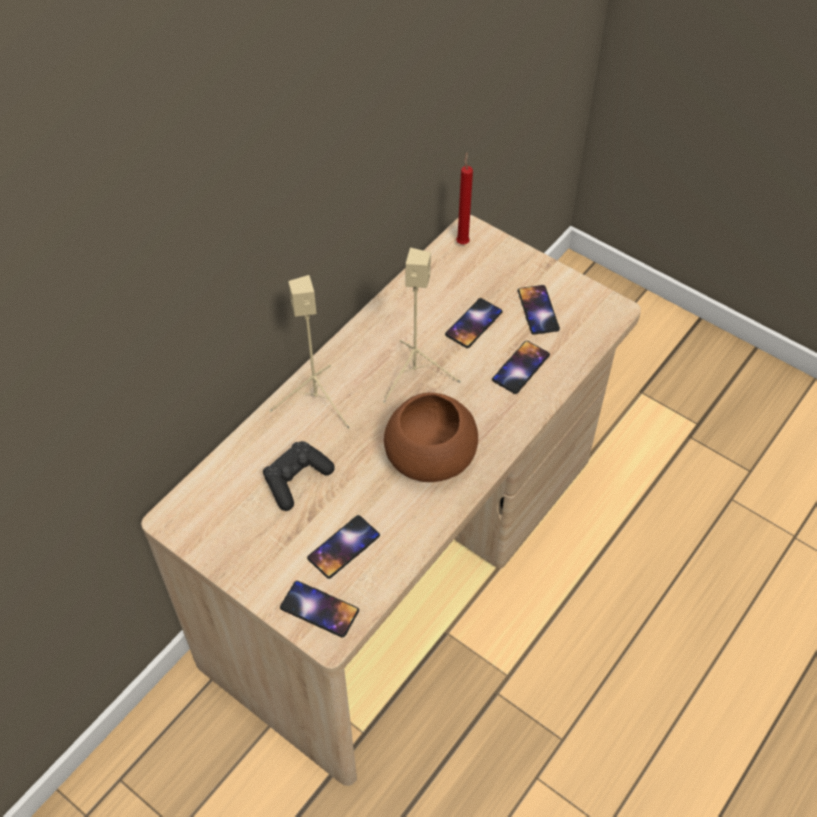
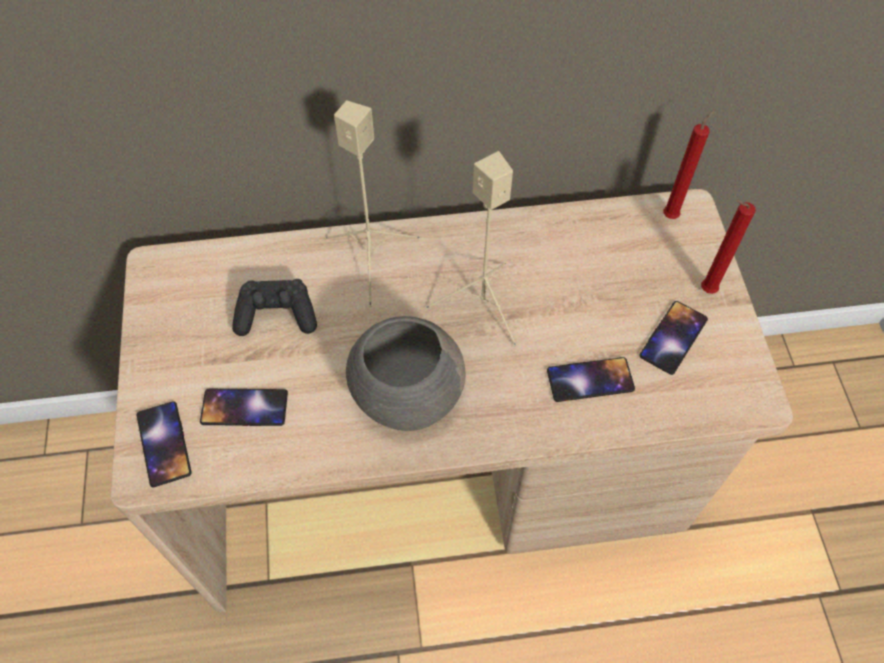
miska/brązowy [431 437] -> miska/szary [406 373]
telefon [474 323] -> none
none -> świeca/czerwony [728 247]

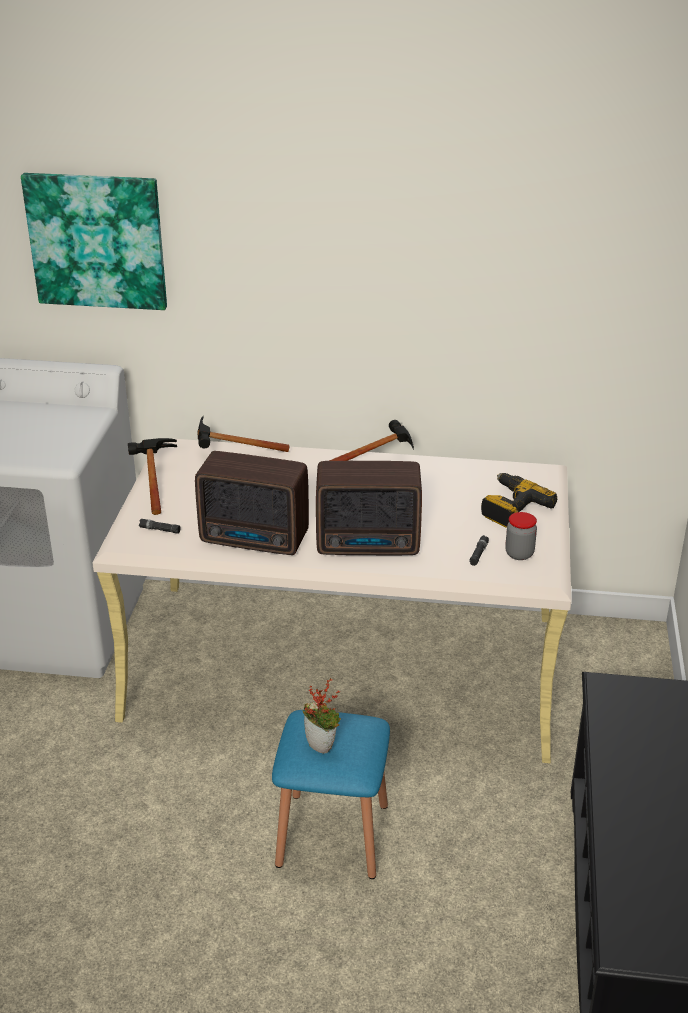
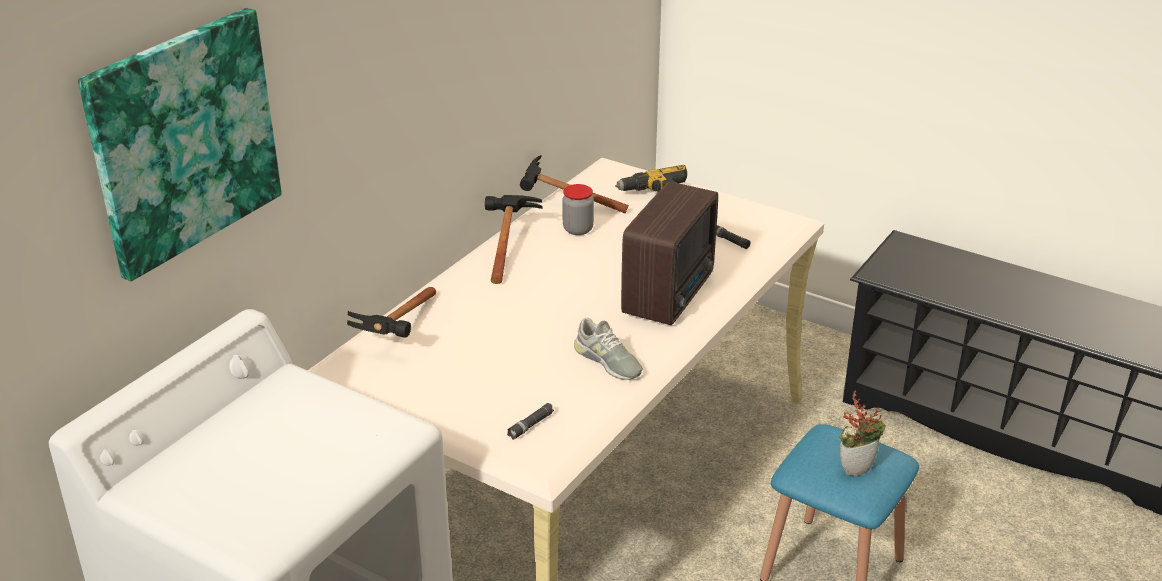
młotek [152 476] -> młotek [574 184], relocated
radio [252 503] -> but/szary [608 348]
słoik [521 536] -> słoik [578 209], relocated

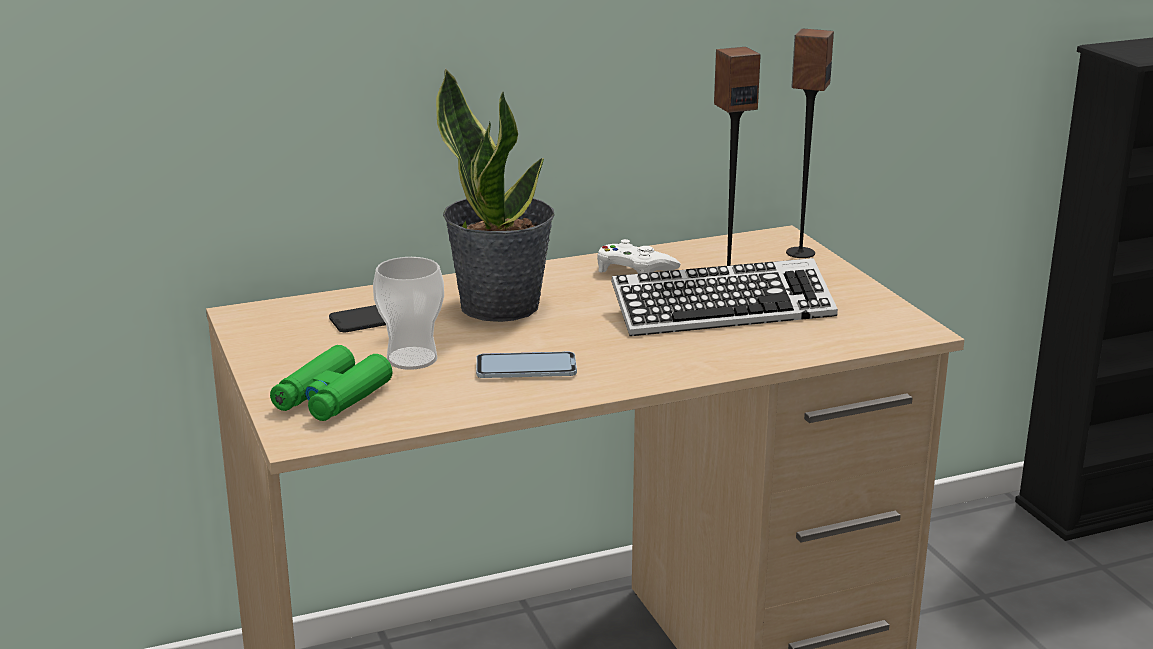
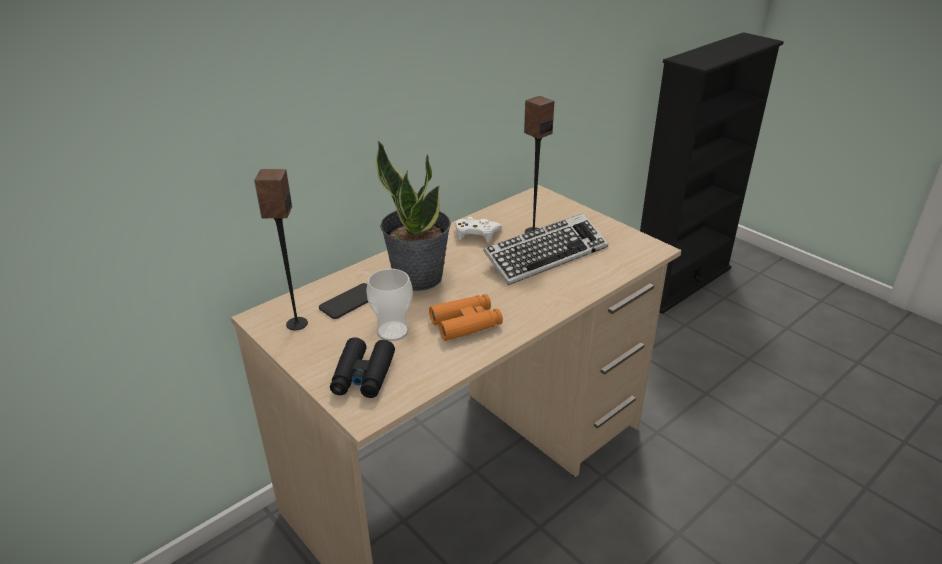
lornetka/zielony [331 383] -> lornetka/czarny [362 367]
telefon [526 365] -> lornetka/pomarańczowy [466 317]
głośnik [810 143] -> głośnik [281 249], relocated

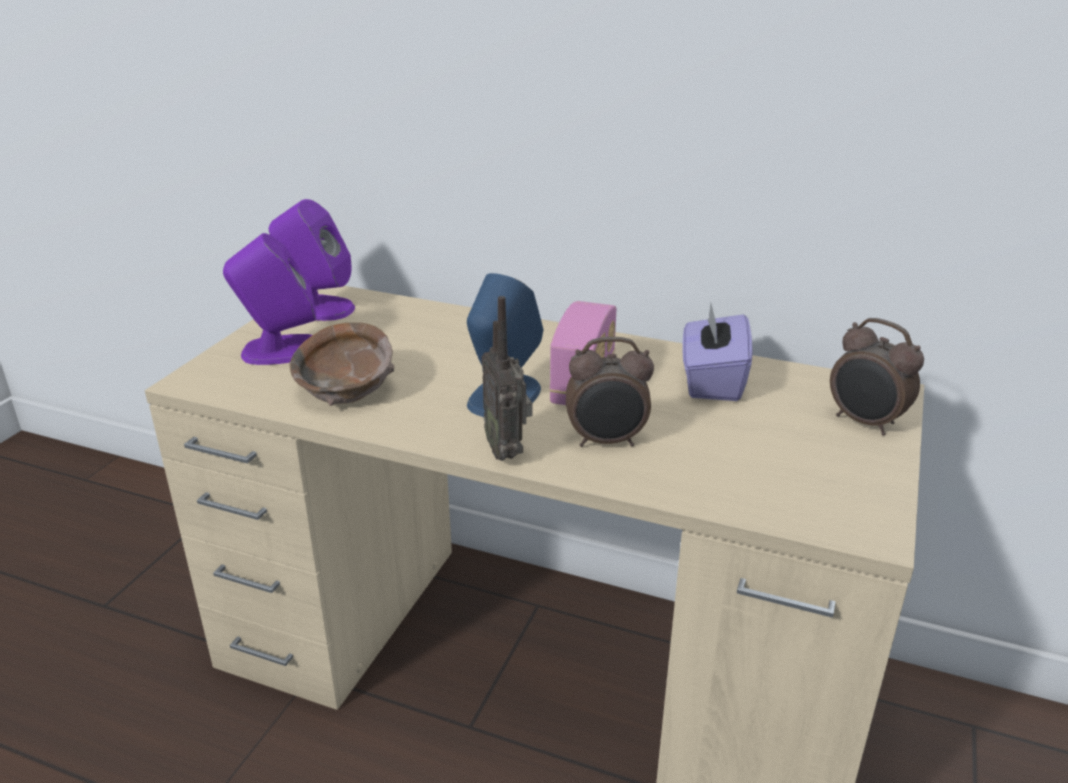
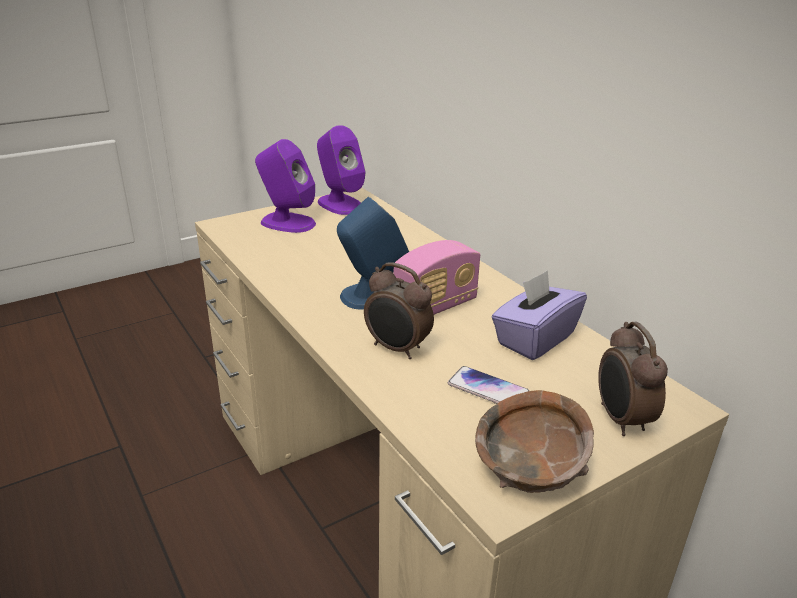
miska/brązowy [341 364] -> miska/brązowy [534 441], relocated
radio [507 378] -> none
none -> telefon [489 385]

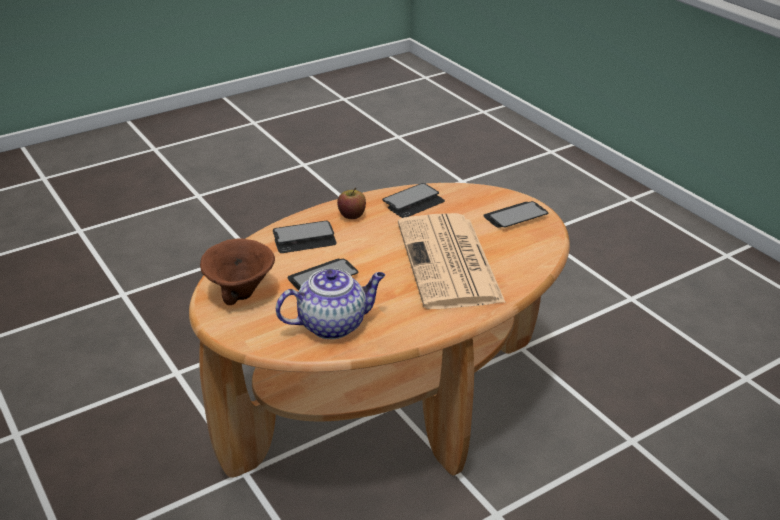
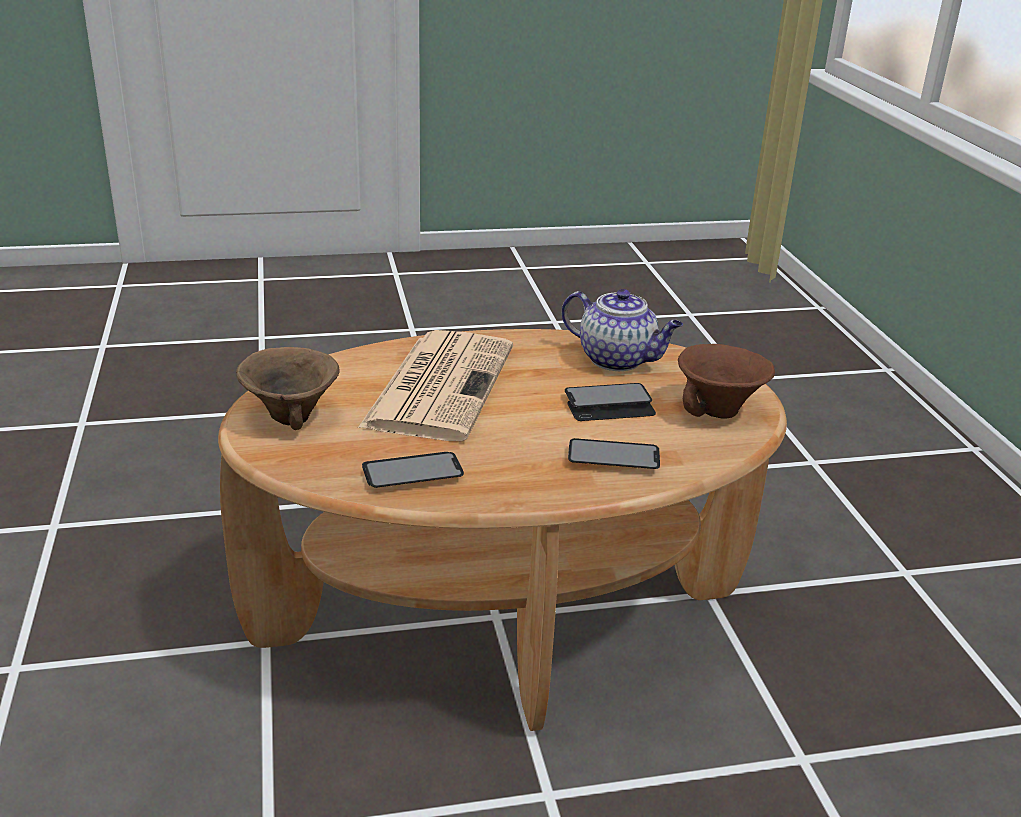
imbryk [330 303] -> imbryk [622 330], 150 degrees counterclockwise
jabłko [351 203] -> none
telefon [516 214] -> miska/brązowy [288 388]

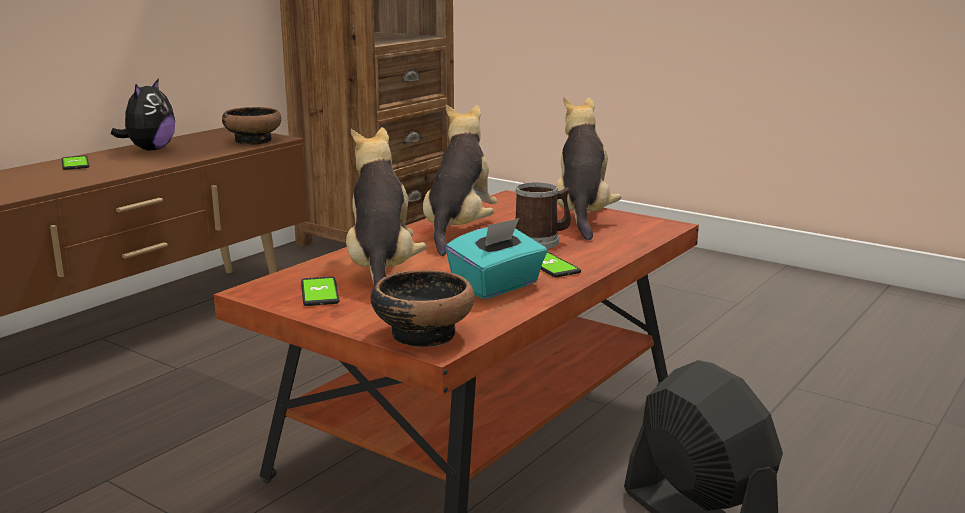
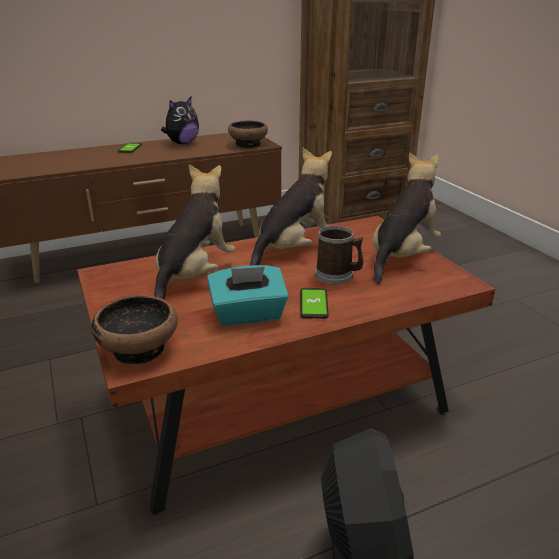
telefon [320 291] -> none

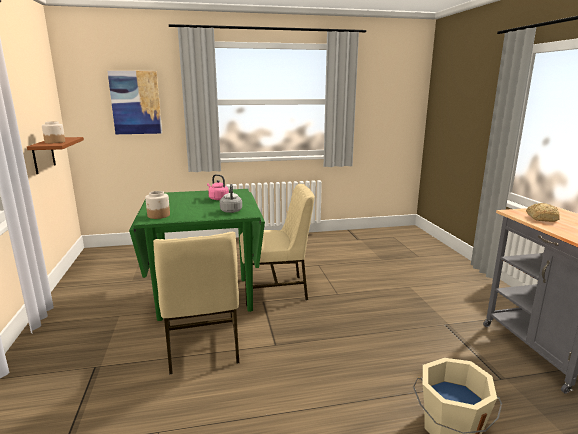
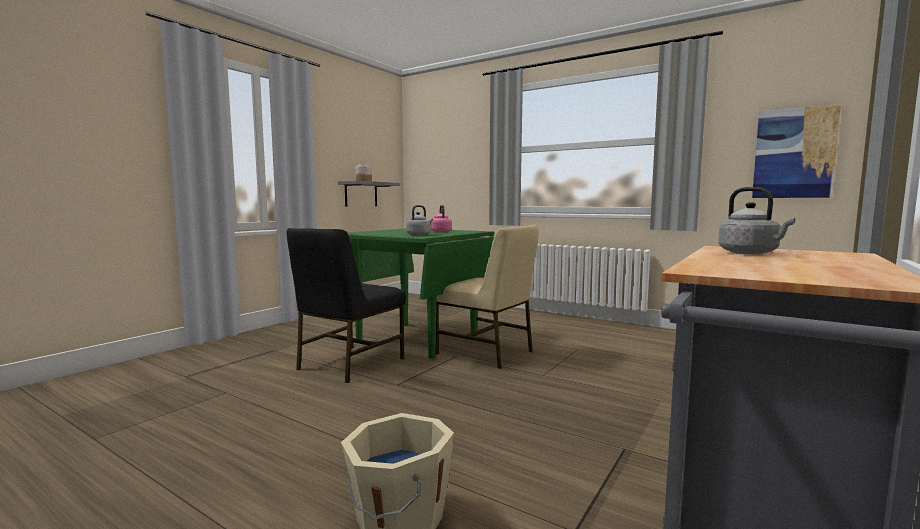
półka/brązowy [55 155] -> półka/szary [369 194]
obraz [134 102] -> obraz [796 151], relocated
słoik [157 205] -> none
krzesło/beżowy [196 303] -> krzesło/czarny [346 305]
chleb [543 212] -> czajnik/szary [756 220]

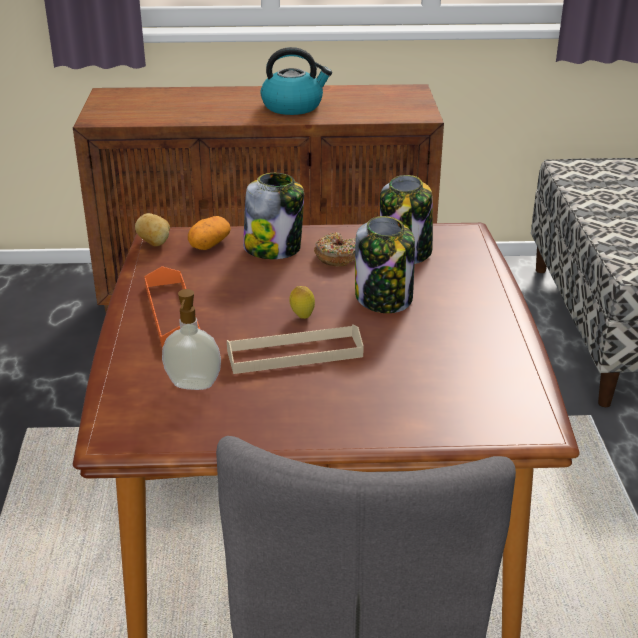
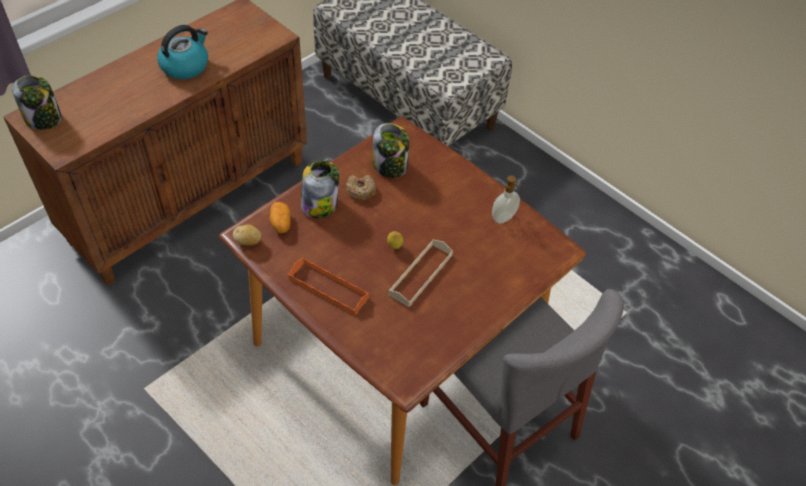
dozownik mydła [191 339] -> dozownik mydła [506 199], relocated
słoik [385 264] -> słoik [37 102], relocated

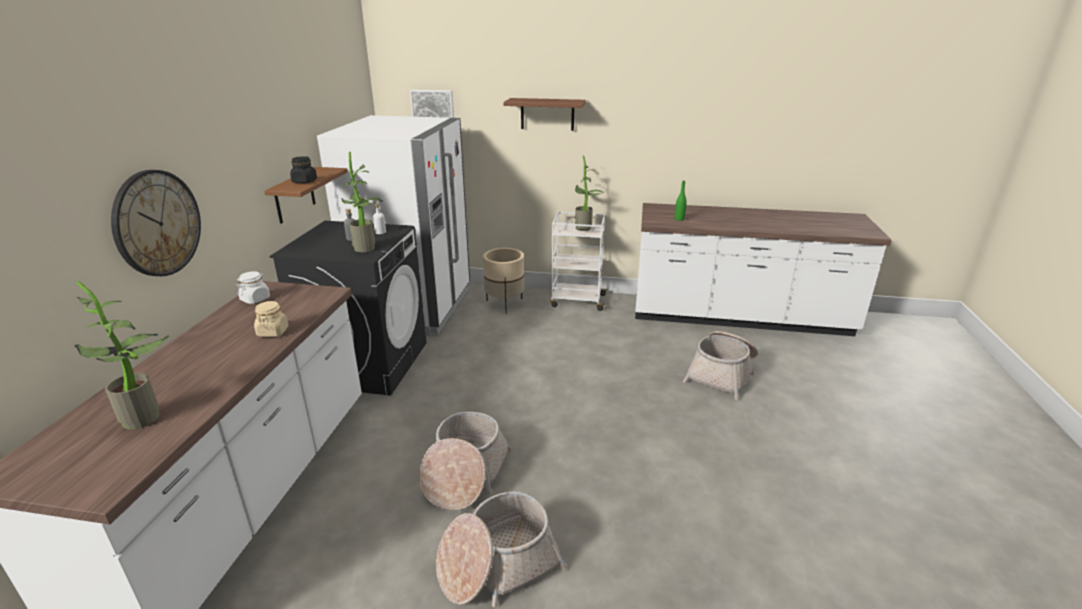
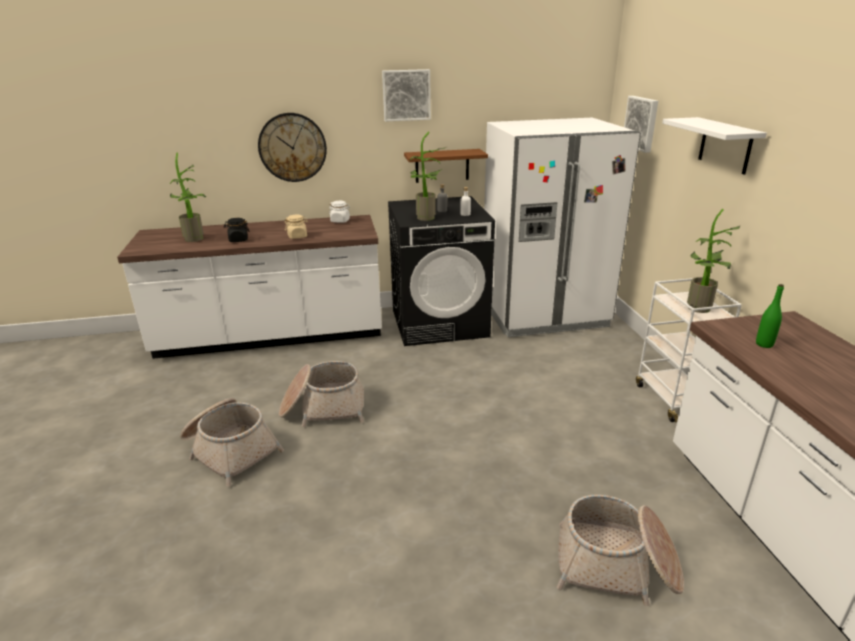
słoik/czarny [303 169] -> słoik/czarny [237 230], relocated
donica/beżowy [503 281] -> none
półka/brązowy [544 114] -> półka/biały [714 145]
none -> obraz [406 95]

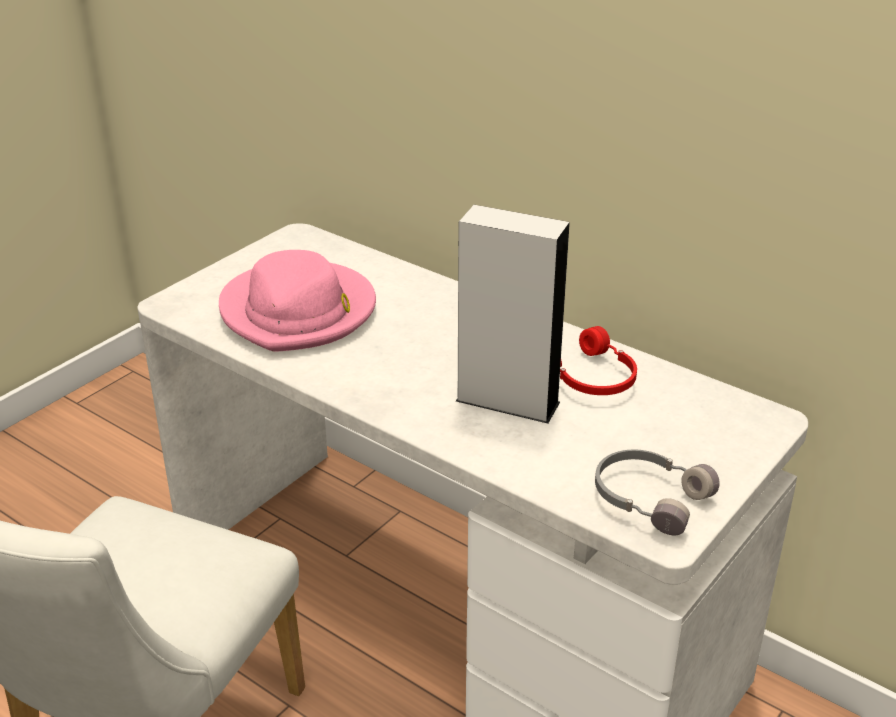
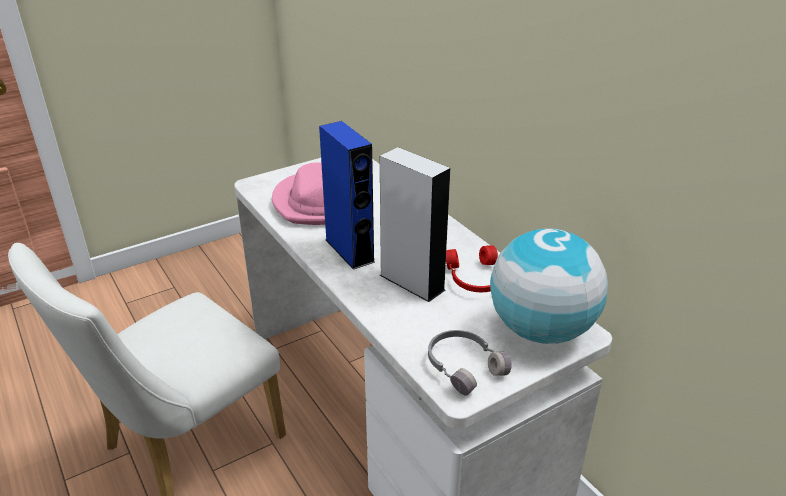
none -> głośnik/niebieski [347 195]
none -> globus [549 286]

